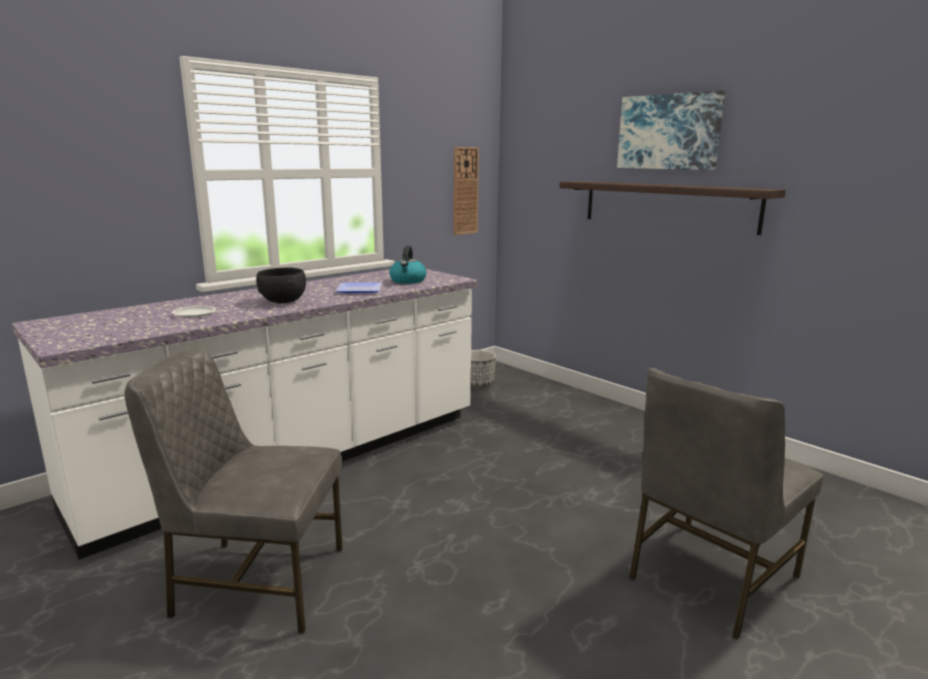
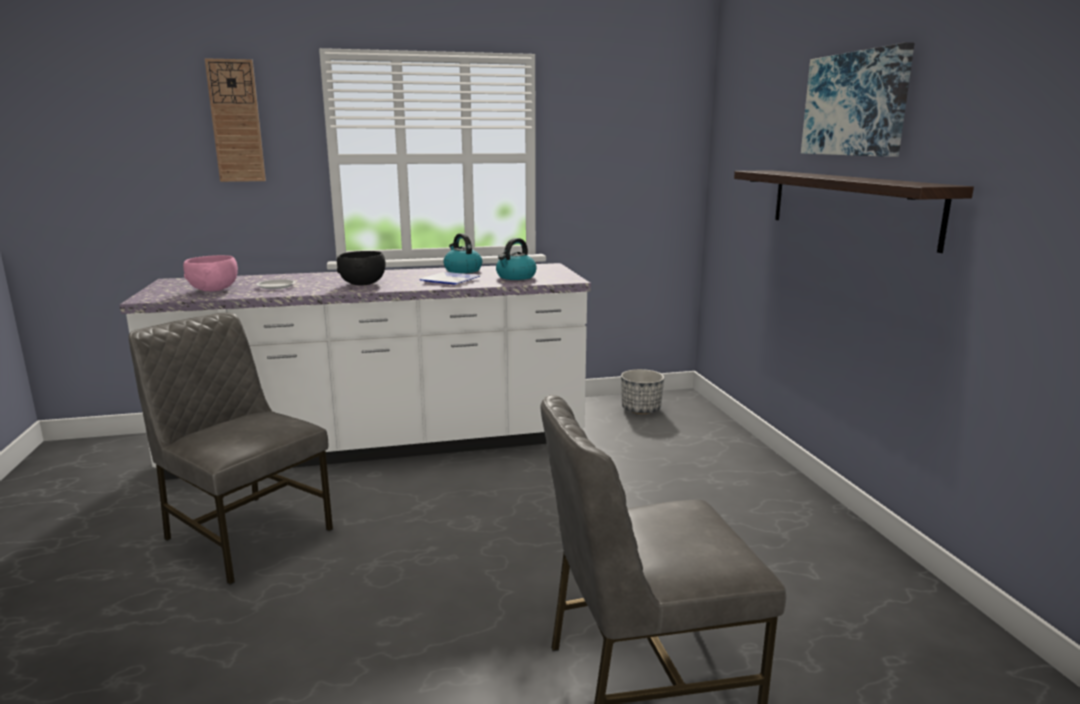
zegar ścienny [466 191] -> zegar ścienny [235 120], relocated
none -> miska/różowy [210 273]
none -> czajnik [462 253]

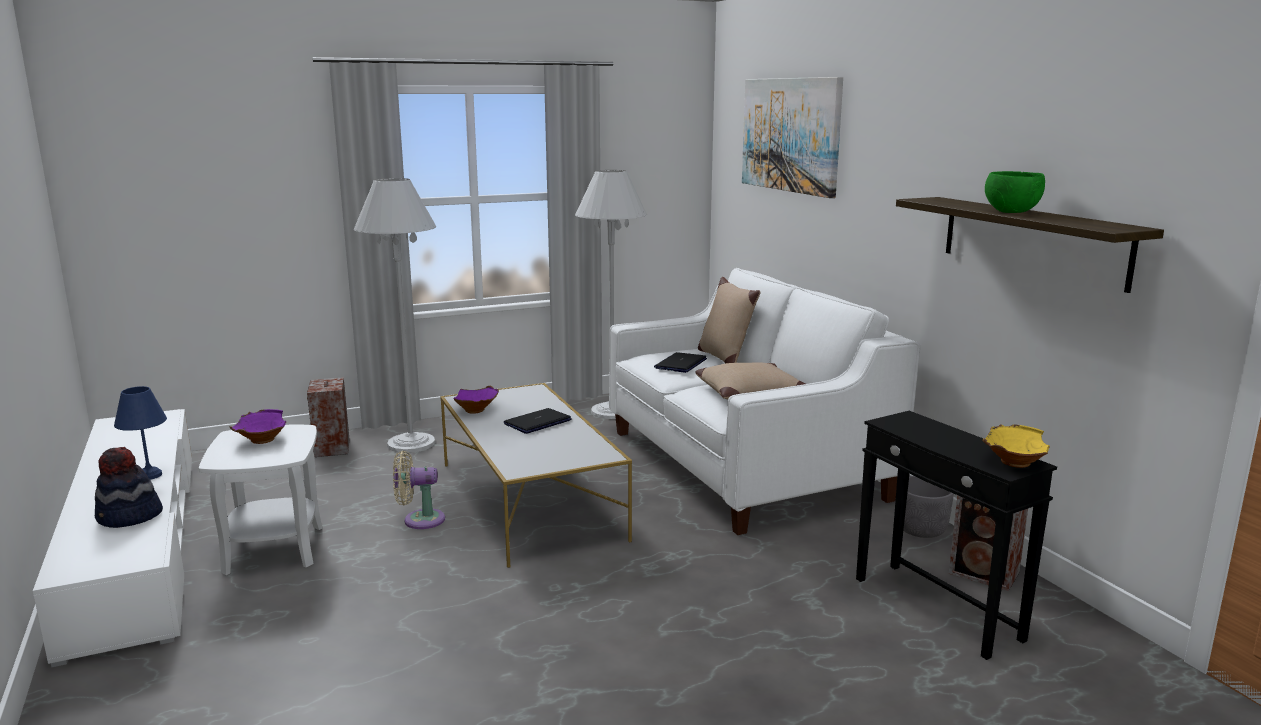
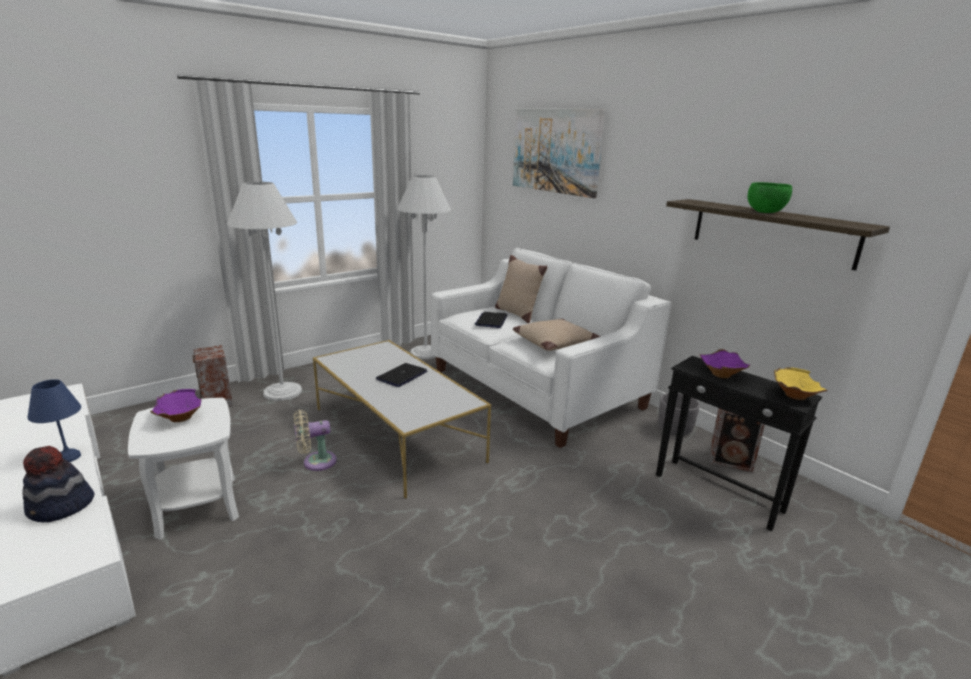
miska/fioletowy [476 399] -> miska/fioletowy [724 363], relocated

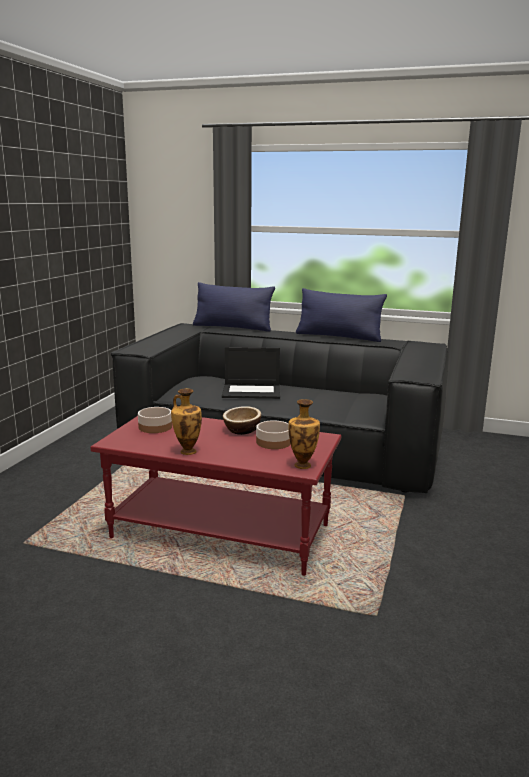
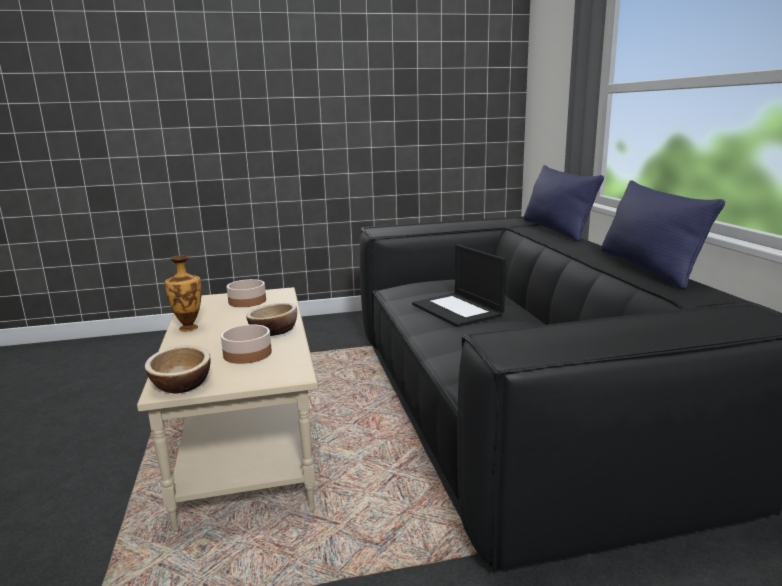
ława/czerwony [215 496] -> ława/beżowy [227 408]
wazon [304 434] -> miska [178 370]

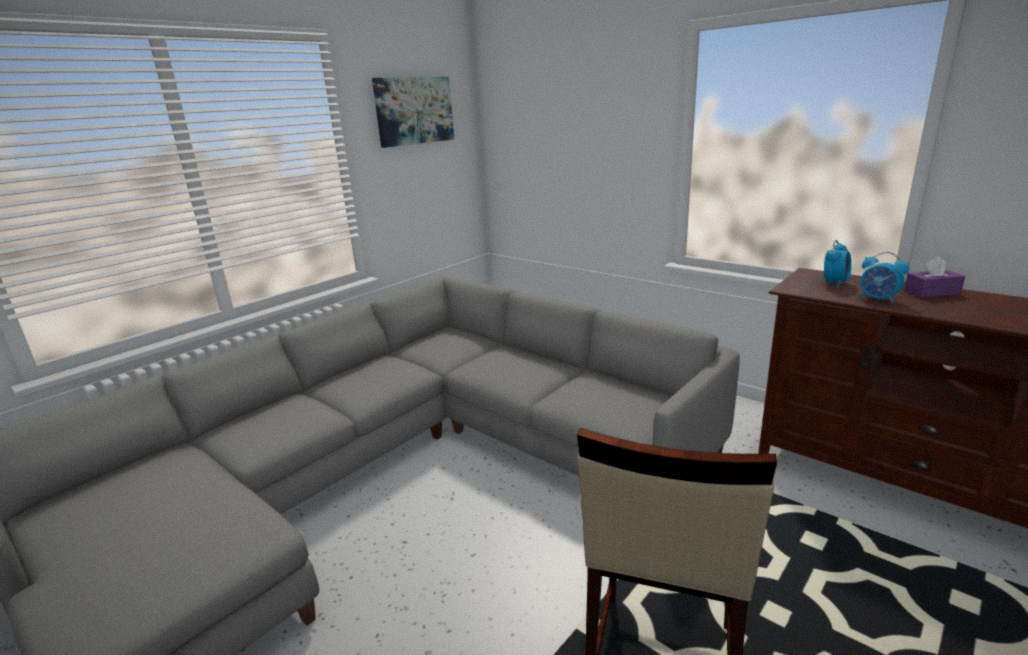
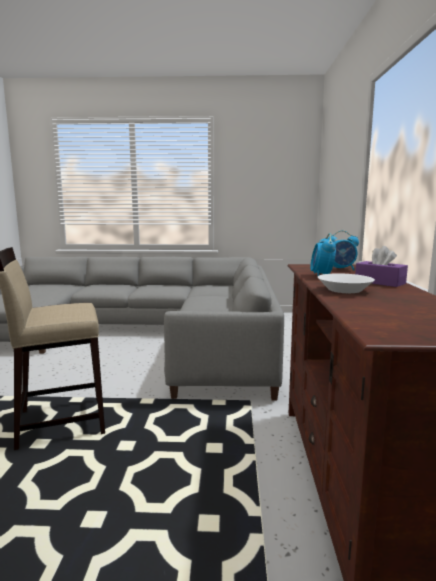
obraz [413 112] -> none
none -> miska/biały [346 283]

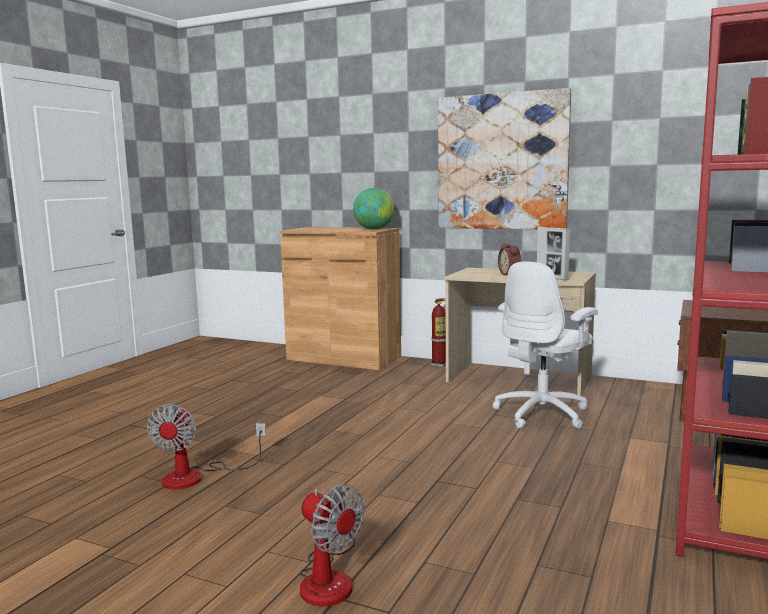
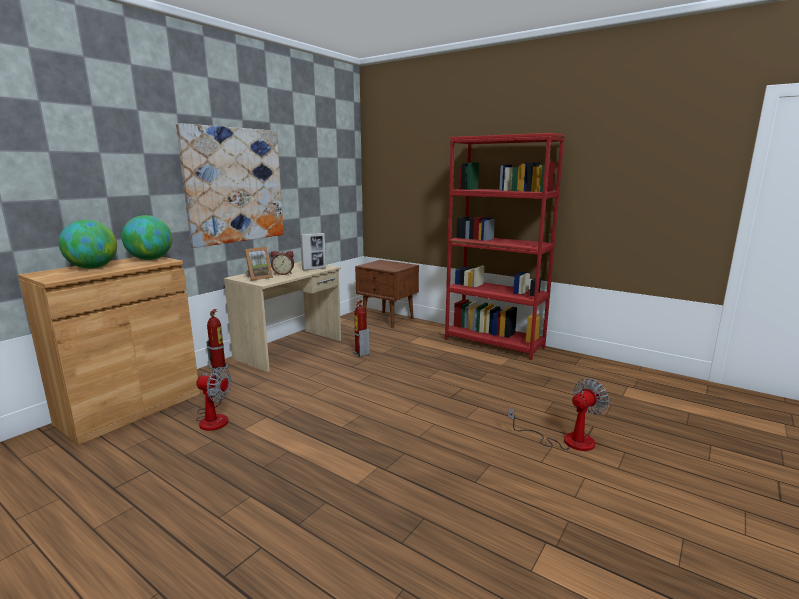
wentylator [206 447] -> wentylator [213 399], relocated
krzesło biurowe/biały [545 345] -> gaśnica [361 328]
none -> globus [88 244]
none -> ramka na zdjęcie [258 264]

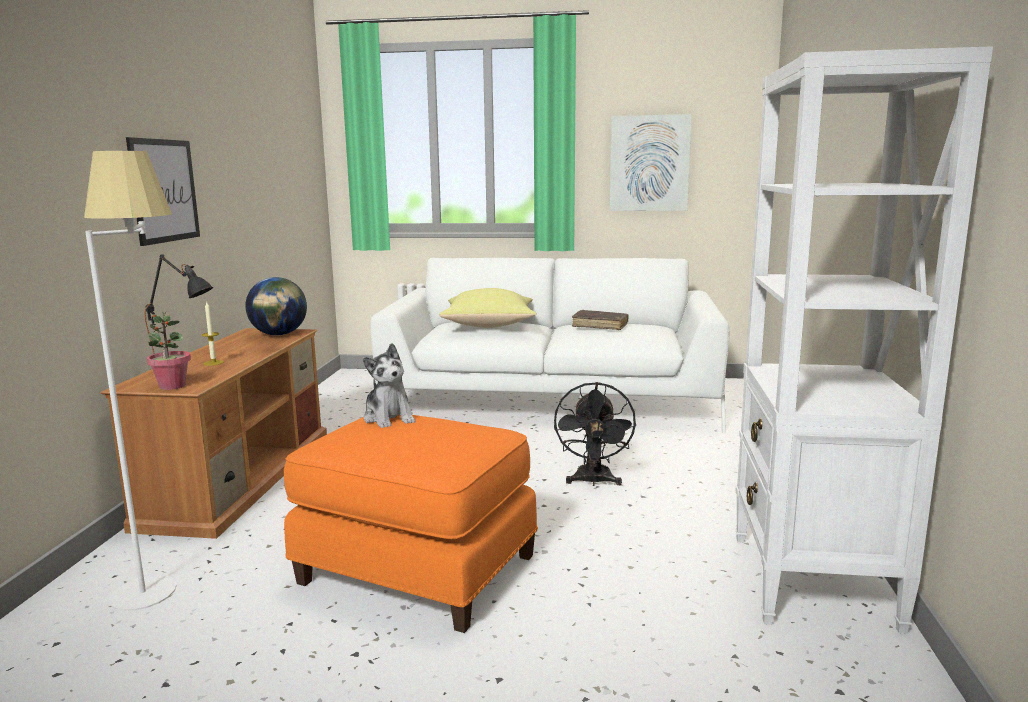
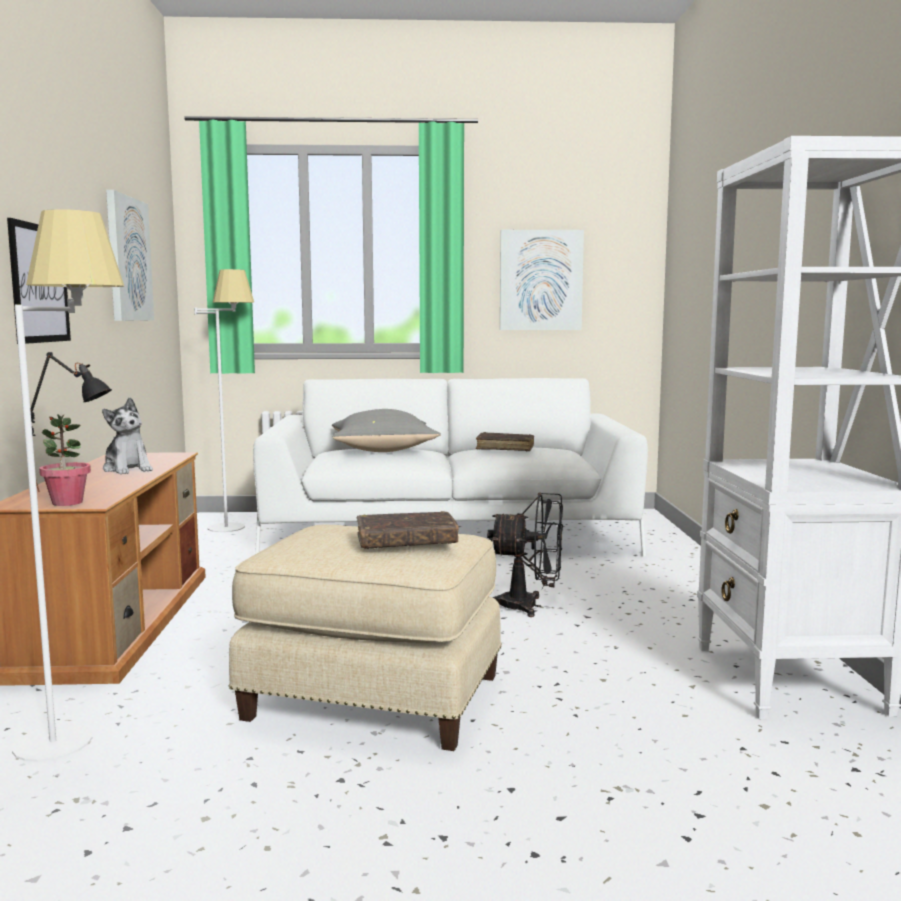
świeca [213 333] -> none
globus [276 306] -> none
pufa/pomarańczowy [411 524] -> pufa/beżowy [365 637]
pluszak [389 385] -> pluszak [127 435], relocated
poduszka/żółty [488 308] -> poduszka/szary [386 430]
wentylator/czarny [595 434] -> wentylator/czarny [525 555], 75 degrees counterclockwise
none -> obraz [130 255]
none -> lampa stojąca/biały [224 400]
none -> książka/brązowy [408 530]

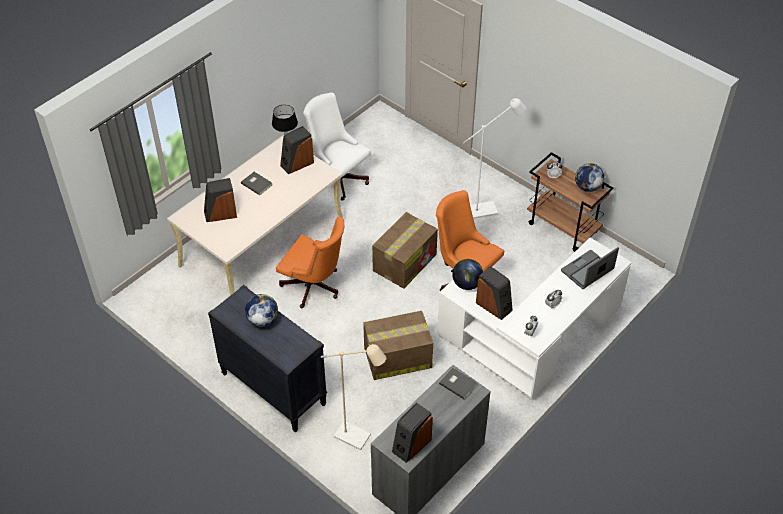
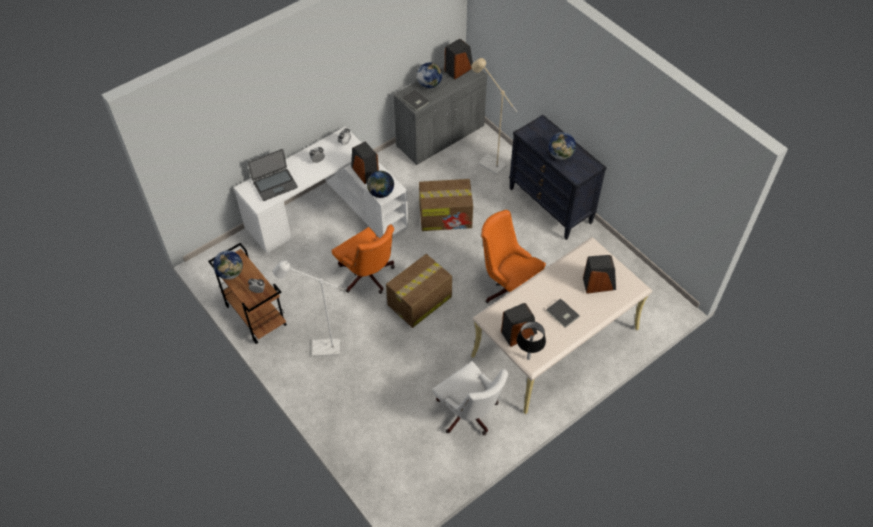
none -> globus [429 75]

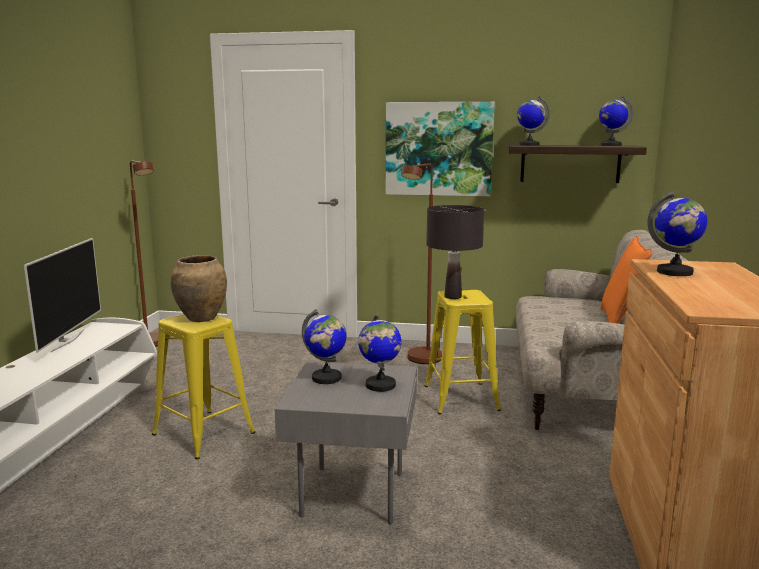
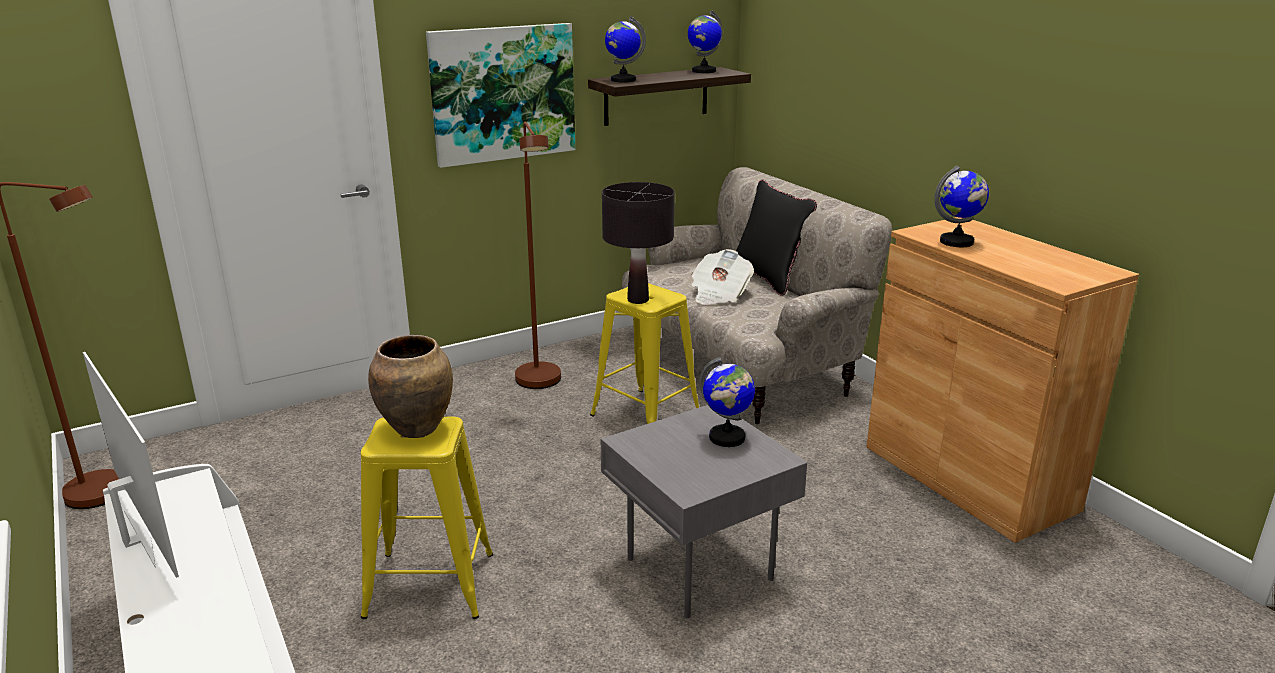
globus [324 346] -> none
poduszka/pomarańczowy [626 280] -> poduszka/czarny [776 238]
none -> gazeta [722 277]

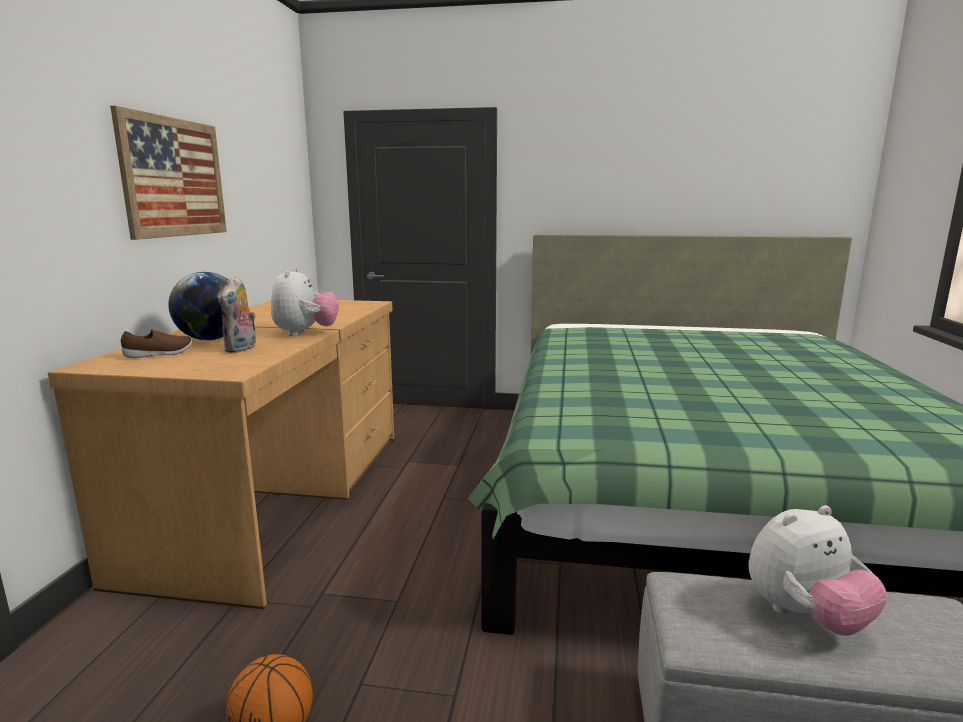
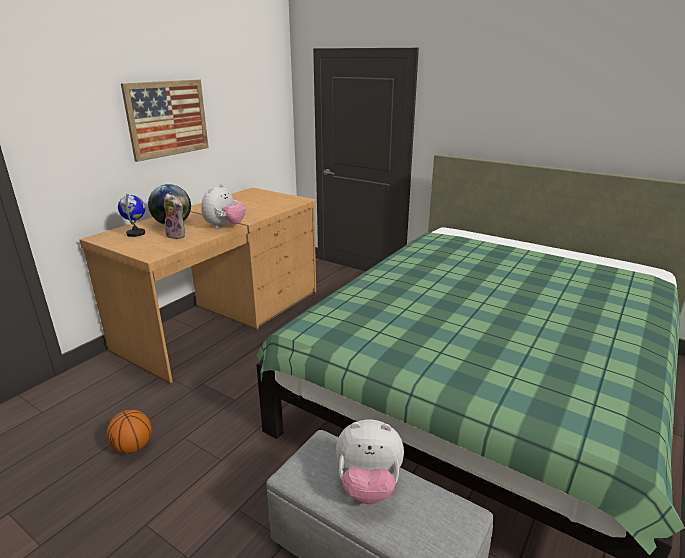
but/brązowy [156 343] -> globus [131 215]
pluszak [238 314] -> pluszak [174 216], 90 degrees counterclockwise

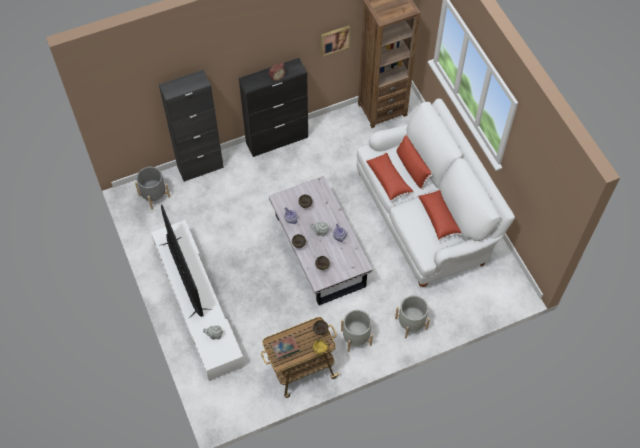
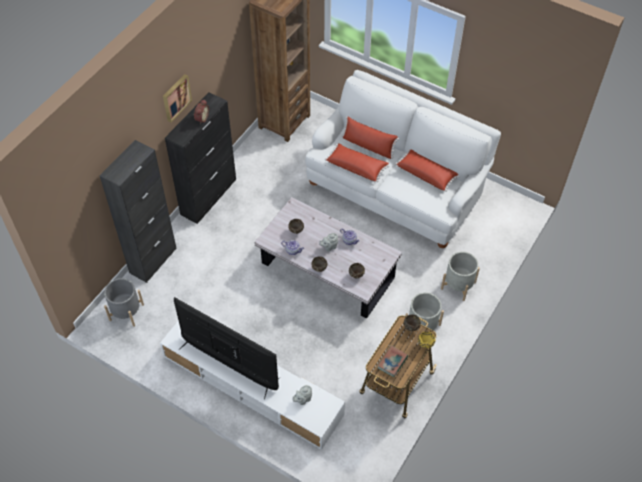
obraz [336 41] -> obraz [177 98], relocated

